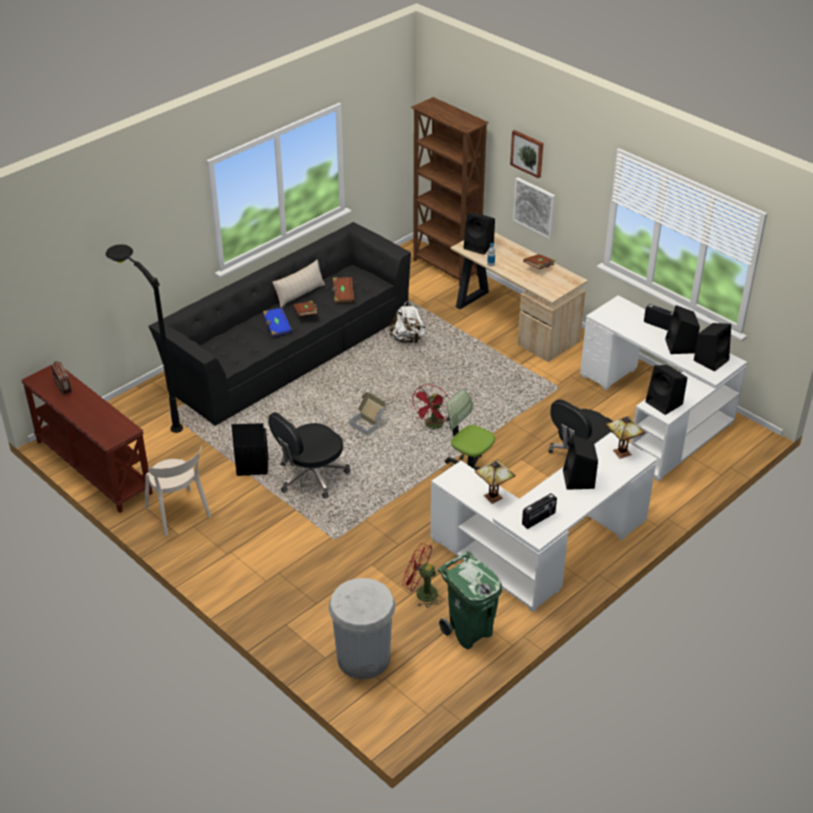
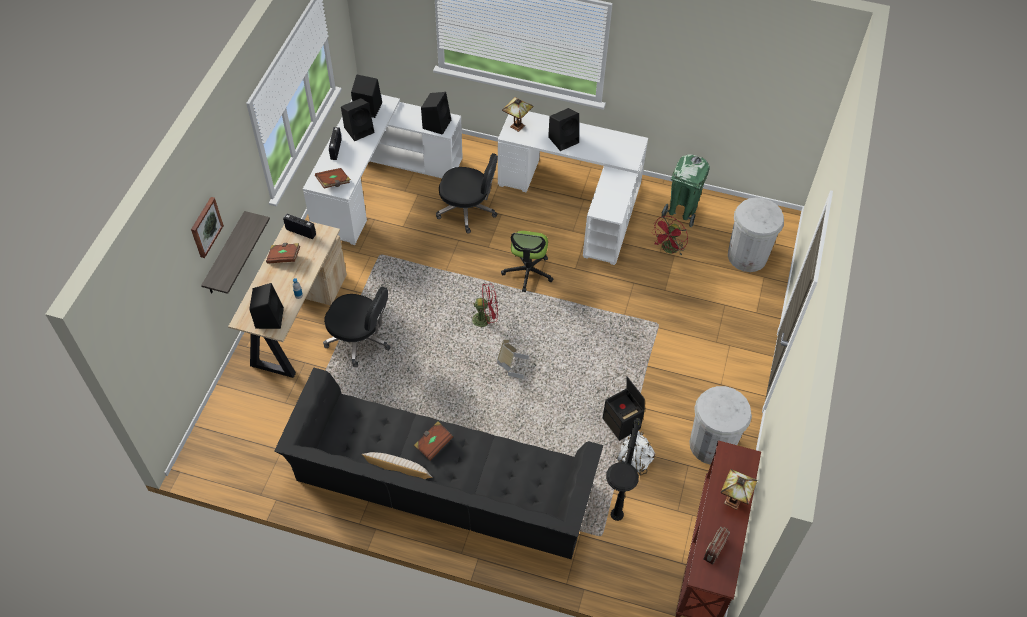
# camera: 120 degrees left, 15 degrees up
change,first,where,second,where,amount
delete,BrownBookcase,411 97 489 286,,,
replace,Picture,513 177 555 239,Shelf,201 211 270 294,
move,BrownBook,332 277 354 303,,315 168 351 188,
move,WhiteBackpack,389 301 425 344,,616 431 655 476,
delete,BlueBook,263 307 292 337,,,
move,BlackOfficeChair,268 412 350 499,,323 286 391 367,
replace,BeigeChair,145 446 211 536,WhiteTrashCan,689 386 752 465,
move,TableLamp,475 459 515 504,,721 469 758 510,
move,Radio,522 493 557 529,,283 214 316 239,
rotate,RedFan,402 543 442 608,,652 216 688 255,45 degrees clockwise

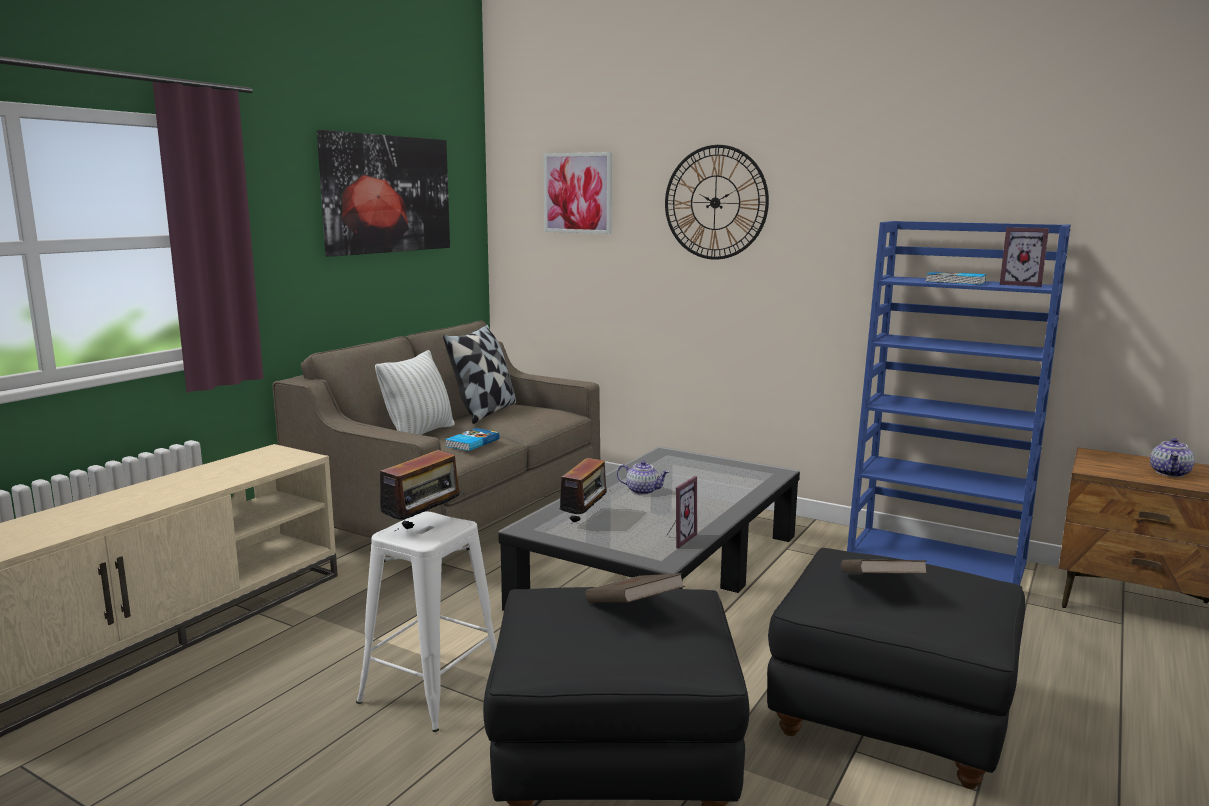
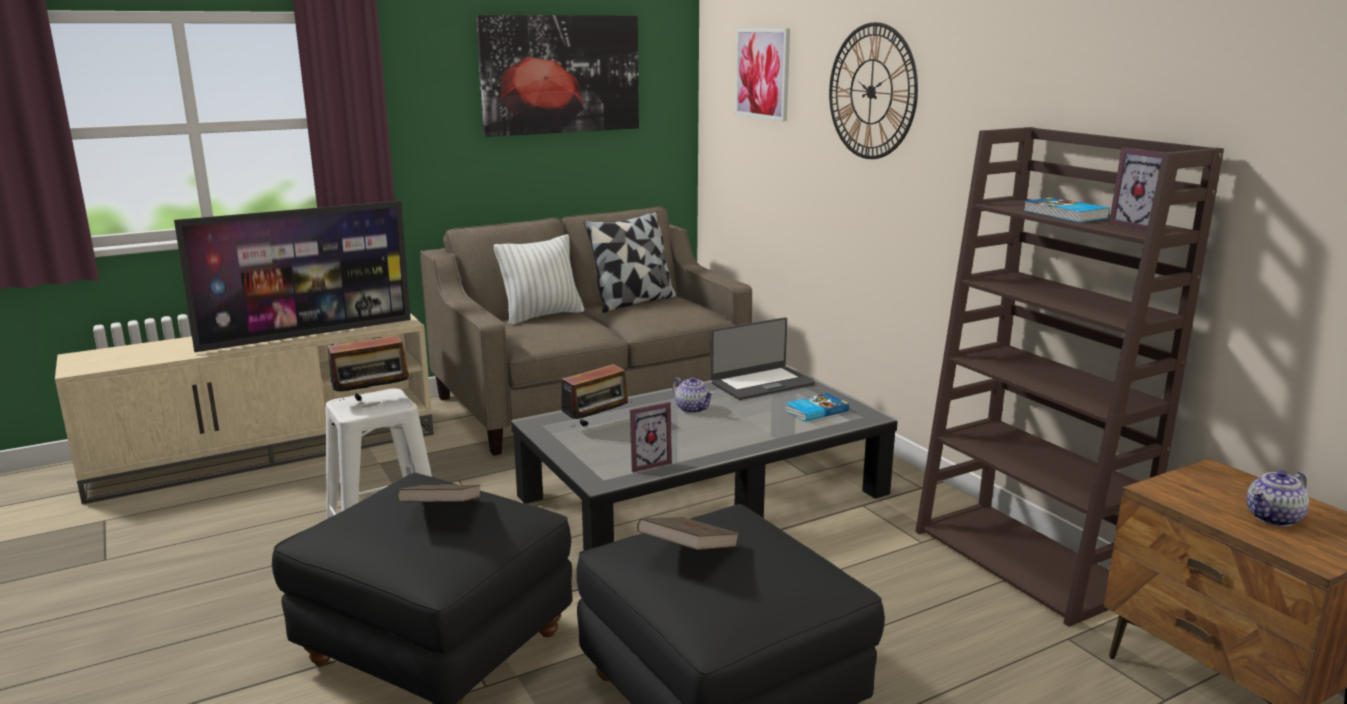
# camera: 30 degrees right, 5 degrees up
change,first,where,second,where,amount
recolor,BlueBookcase,847 221 1071 585,BrownBookcase,915 127 1224 627,
move,Book,445 428 500 451,,785 393 849 422,
insert,,,Television,174 201 411 352,
insert,,,Laptop,710 317 815 400,

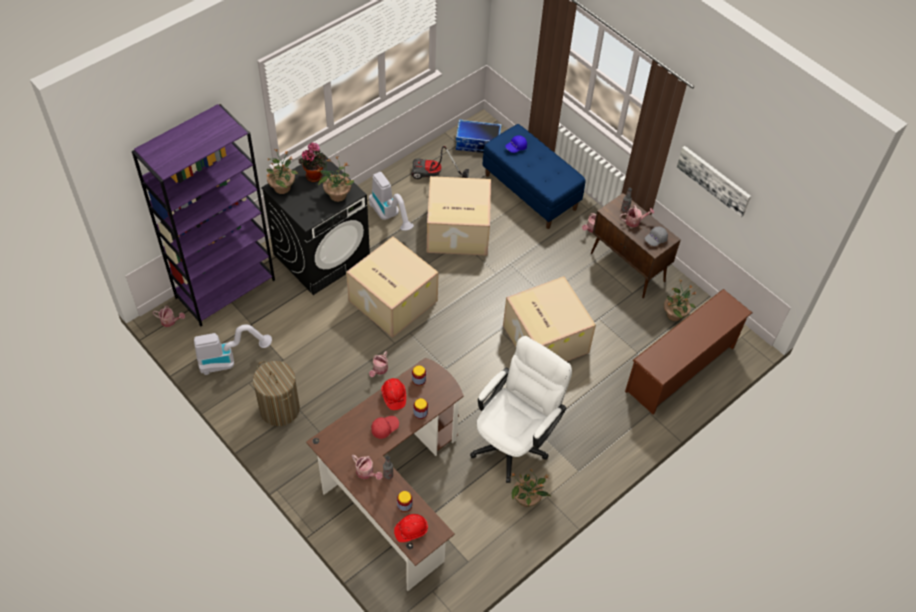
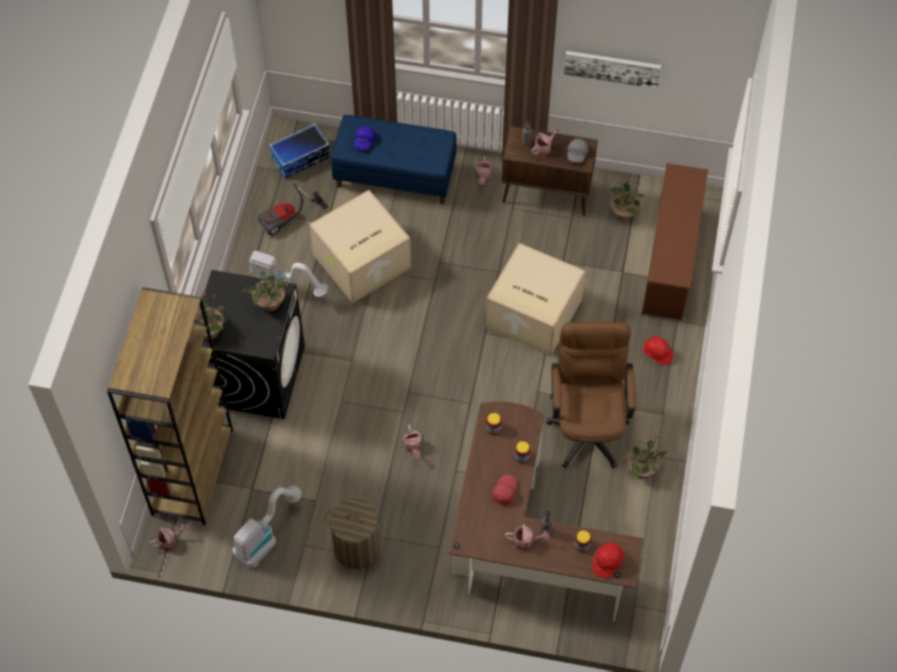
# camera: 35 degrees left, 5 degrees up
change,first,where,second,where,amount
recolor,PurpleBookcase,132 104 275 327,BrownBookcase,107 287 233 526,
delete,PottedPlant,299 142 327 182,,,
delete,CardboardBox,346 236 439 338,,,
recolor,WhiteOfficeChair,470 336 572 483,BrownOfficeChair,546 321 636 469,
move,RedHardHat,381 378 406 410,,643 337 673 366,

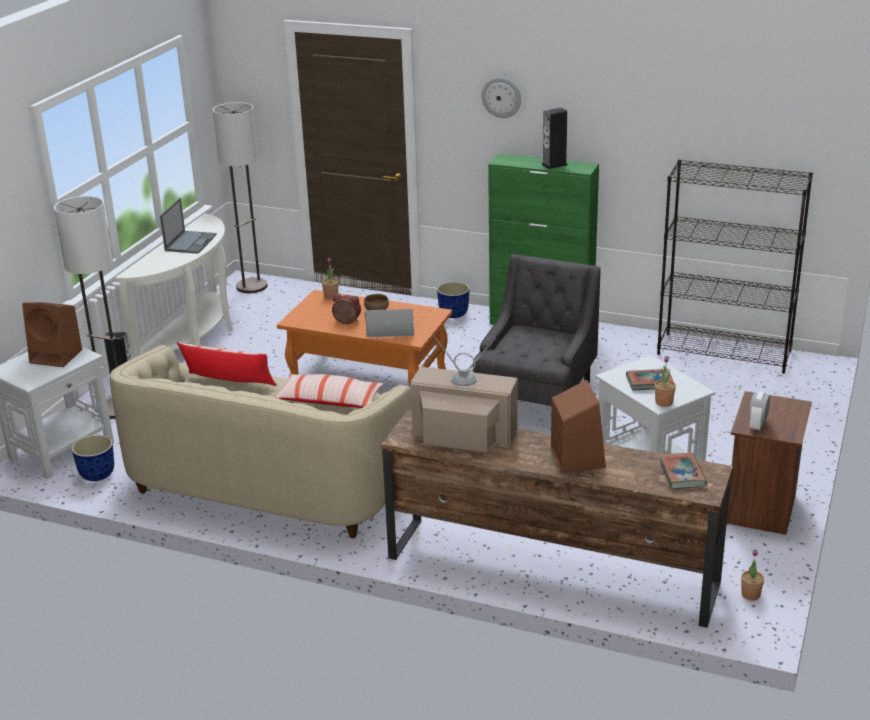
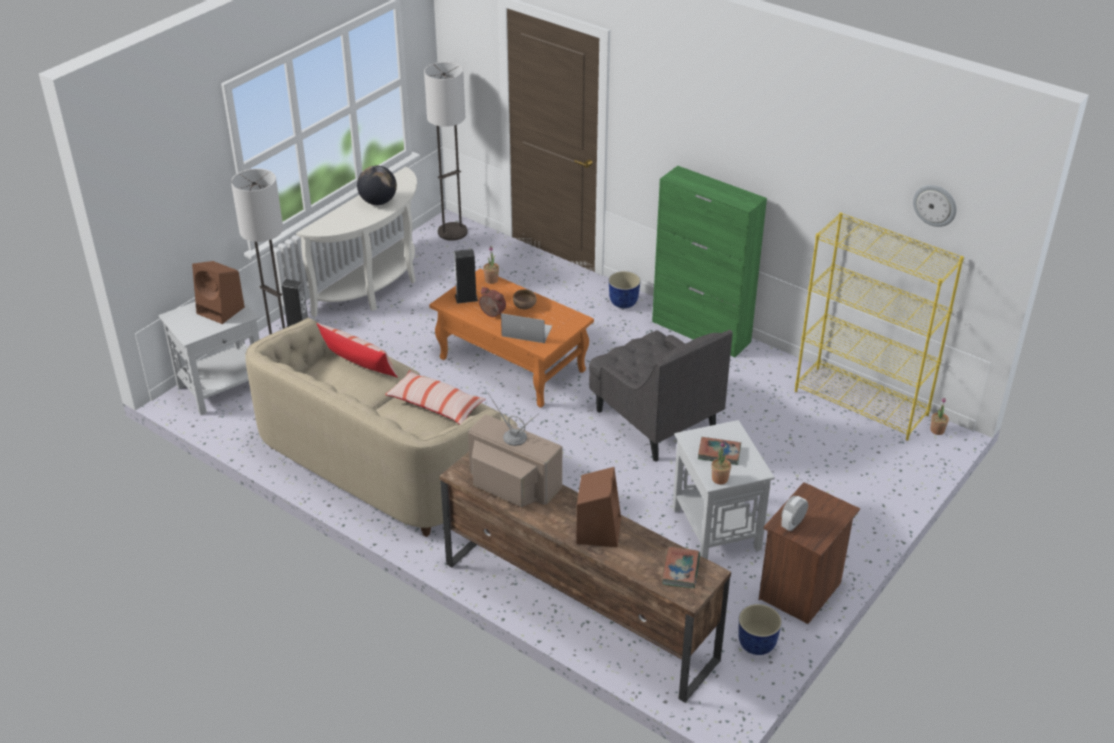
# camera: 15 degrees right, 10 degrees up
change,first,where,second,where,amount
move,WallClock,481 77 521 118,,913 185 956 227,
move,Speaker,541 107 567 169,,454 249 478 304,
recolor,BlackBookcase,657 159 813 373,YellowBookcase,795 212 964 441,
replace,Laptop,160 198 217 254,Globe,357 165 397 205,
rotate,GreyArmchair,473 254 601 406,,589 330 733 462,105 degrees clockwise
move,Planter,71 435 114 481,,738 604 782 655,
move,PottedPlant,741 549 764 600,,930 398 949 435,

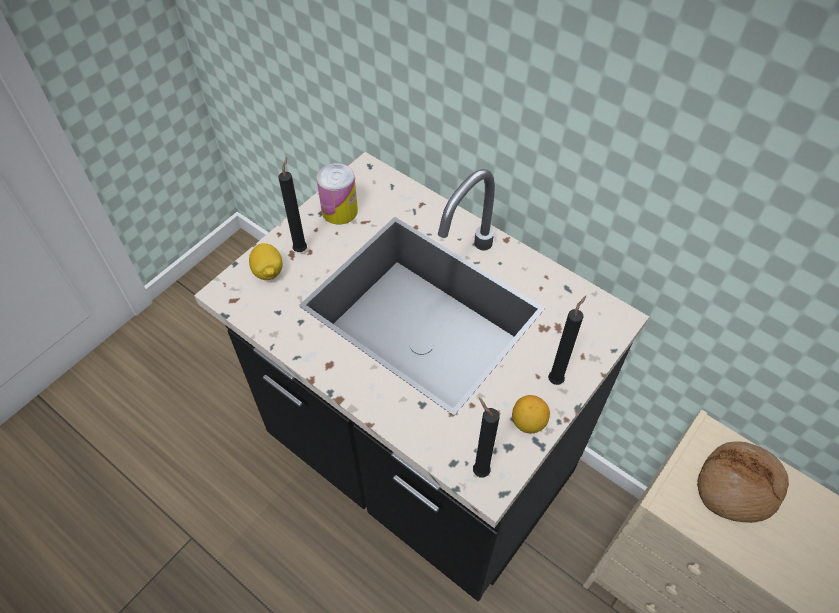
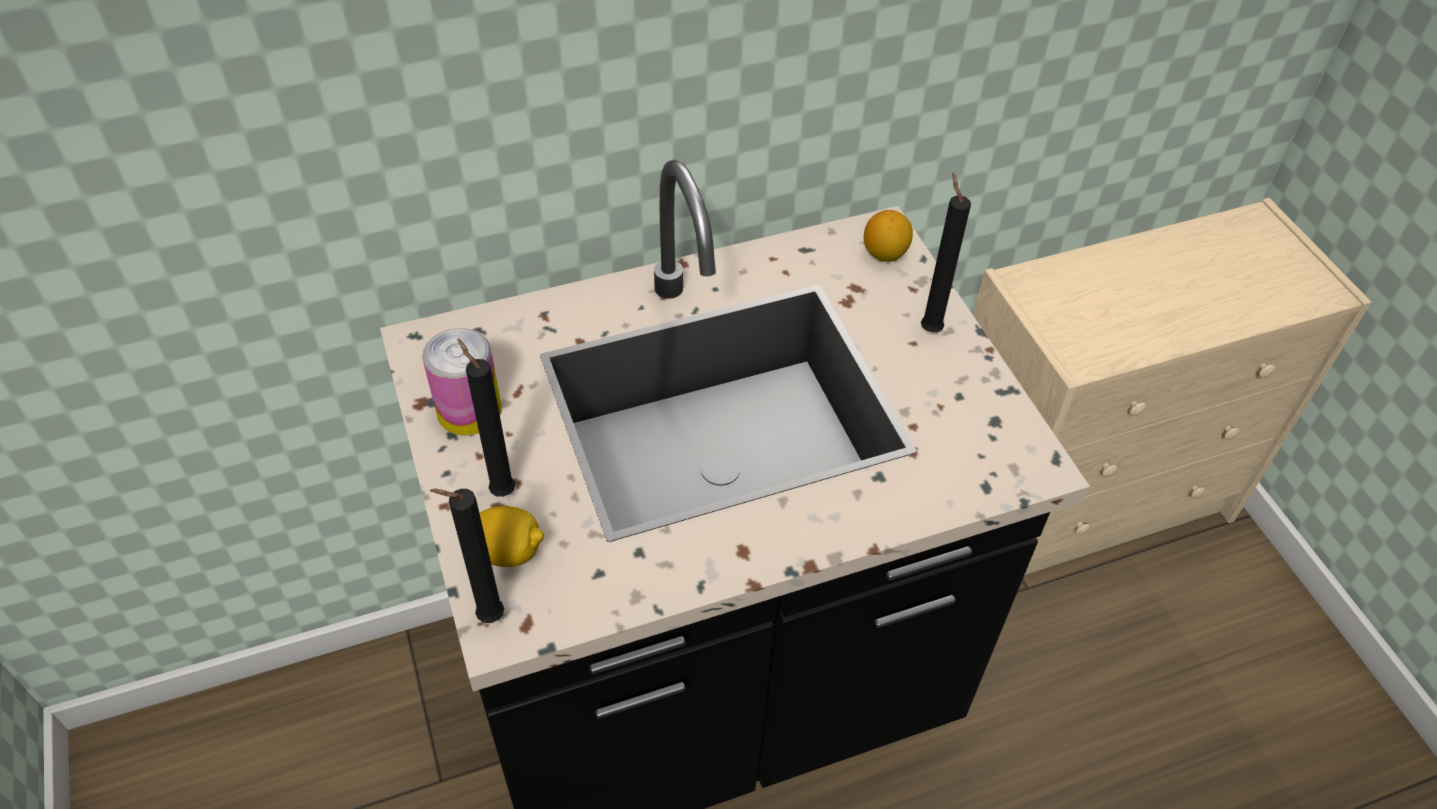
# camera: 60 degrees left, 5 degrees down
change,first,where,second,where,amount
move,Lemon,512 395 550 433,,864 210 913 262,
move,BlackCandle,473 397 500 477,,430 489 504 623,
delete,Bread,697 441 789 523,,,

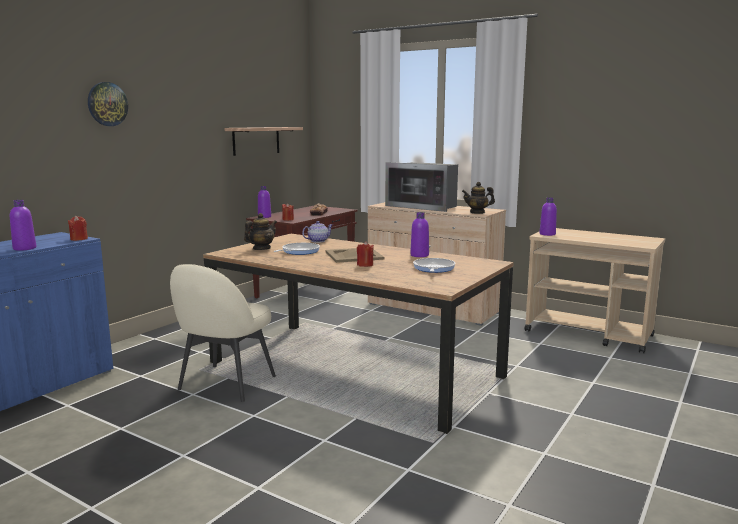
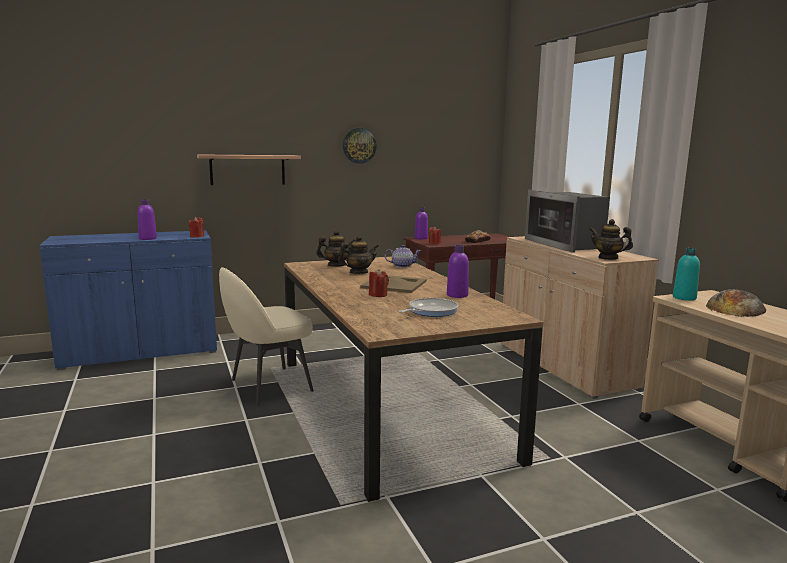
# camera: 35 degrees right, 0 degrees up
change,first,where,second,where,amount
move,WallClock,88 82 128 126,,343 128 377 164,
move,Shelf,224 127 303 156,,197 154 301 185,
recolor,PurpleBottle,539 197 557 236,TurquoiseBottle,673 248 700 301,
replace,FryingPan,274 243 320 255,Teapot,338 235 379 274,
insert,,,Bread,706 289 767 317,

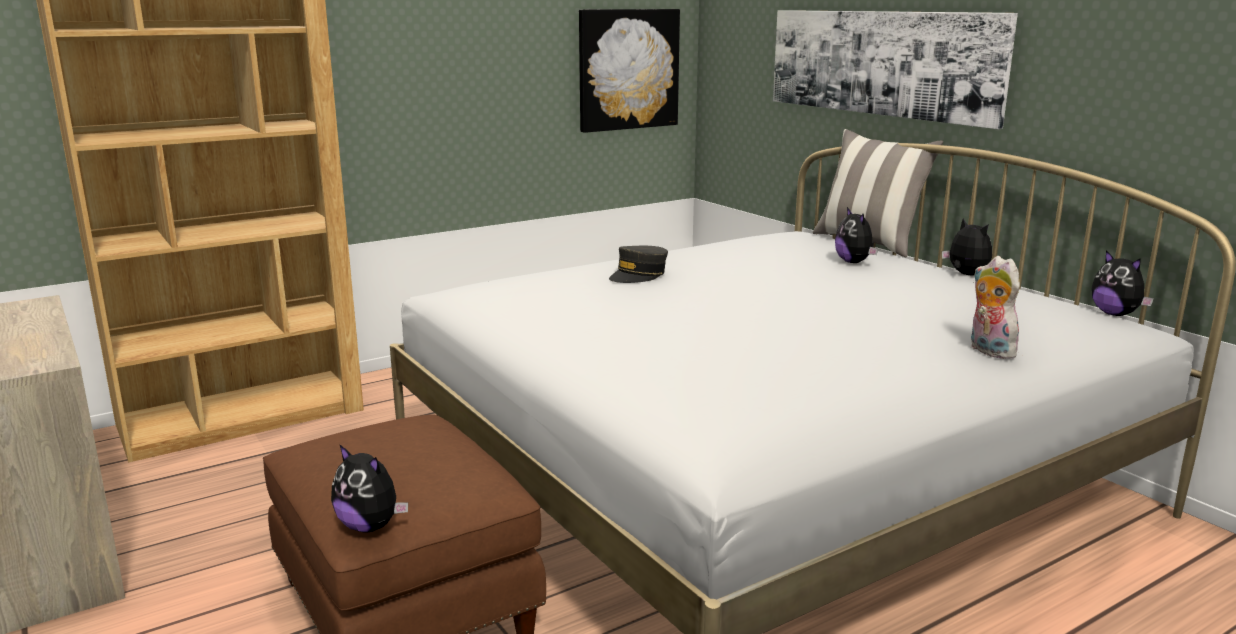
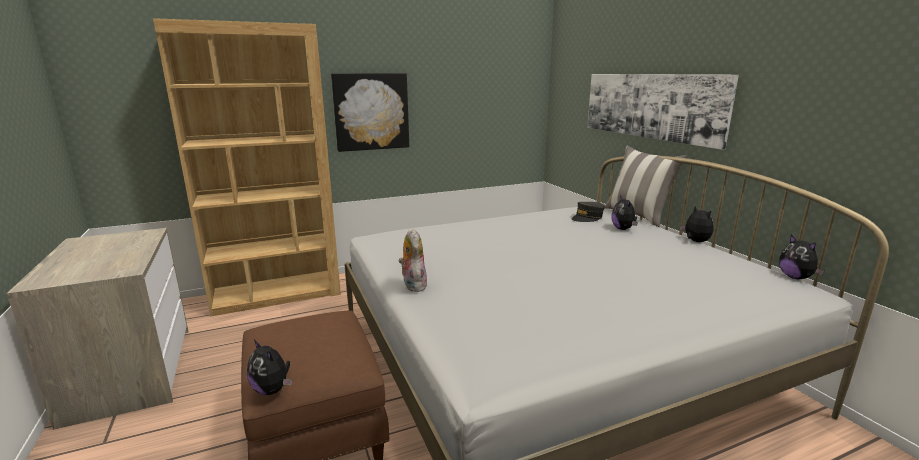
# camera: 10 degrees right, 0 degrees up
change,first,where,second,where,amount
move,Picture,579 9 680 133,,331 73 409 152,
move,GreyCap,609 246 668 283,,572 202 605 222,
move,PlushToy,971 256 1023 359,,399 227 427 292,

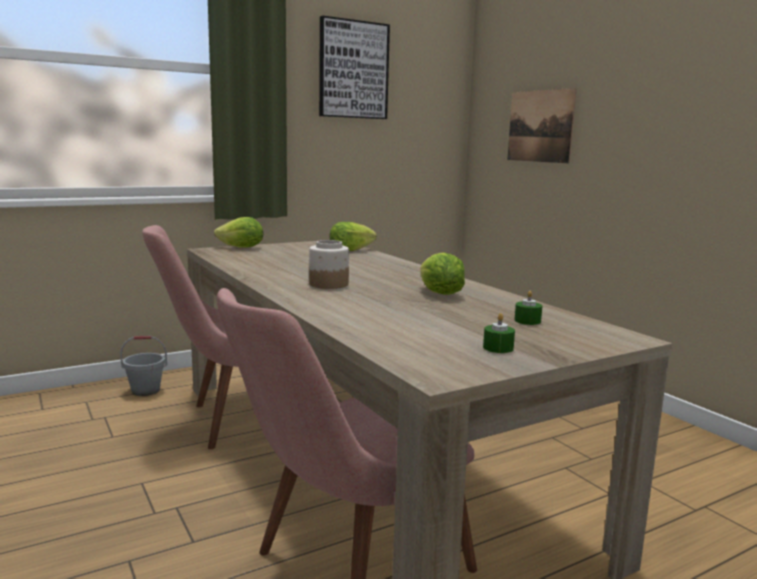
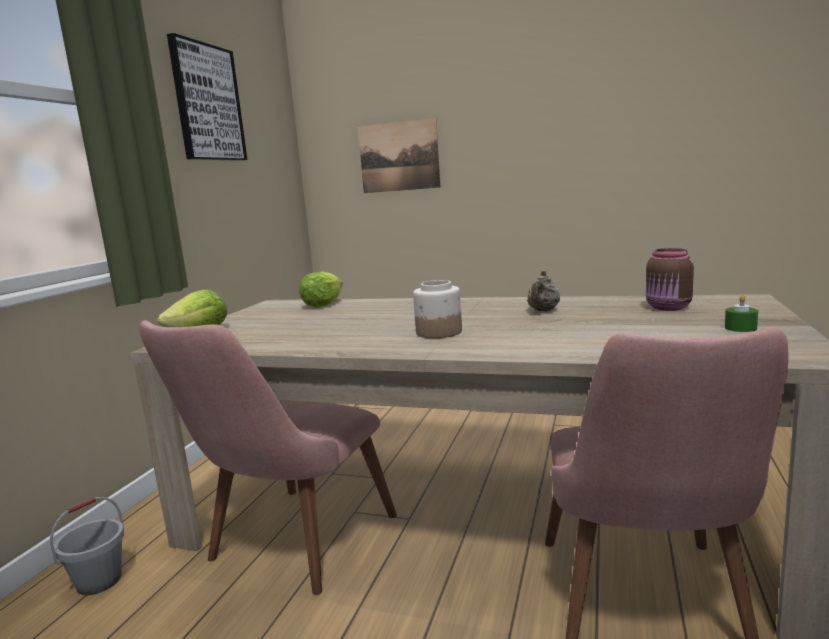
# camera: 40 degrees left, 0 degrees up
change,first,where,second,where,amount
replace,Lettuce,420 253 465 295,BeigeTeapot,527 270 560 311,
replace,GreenCandle,514 291 542 325,BrownJar,646 248 694 311,

